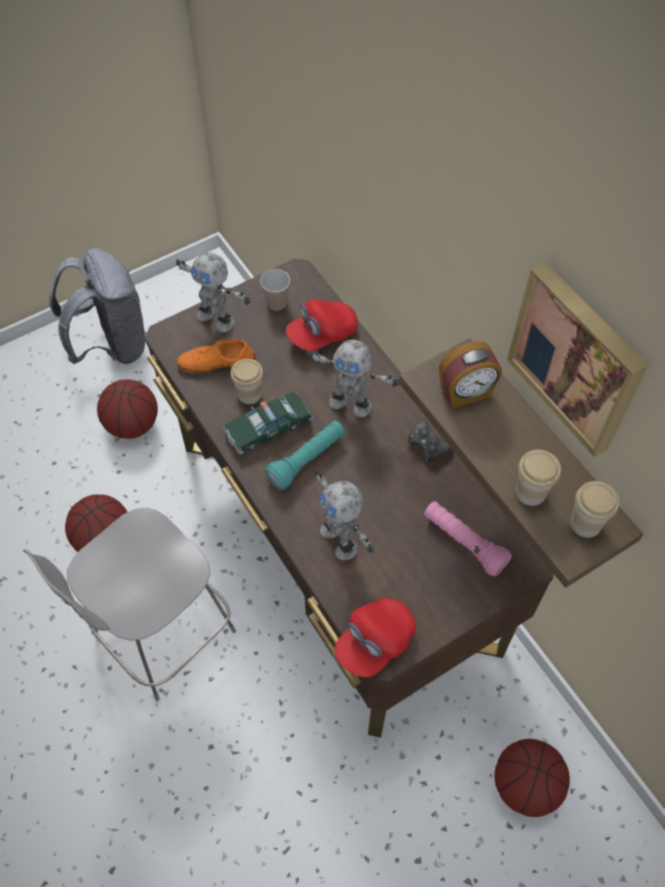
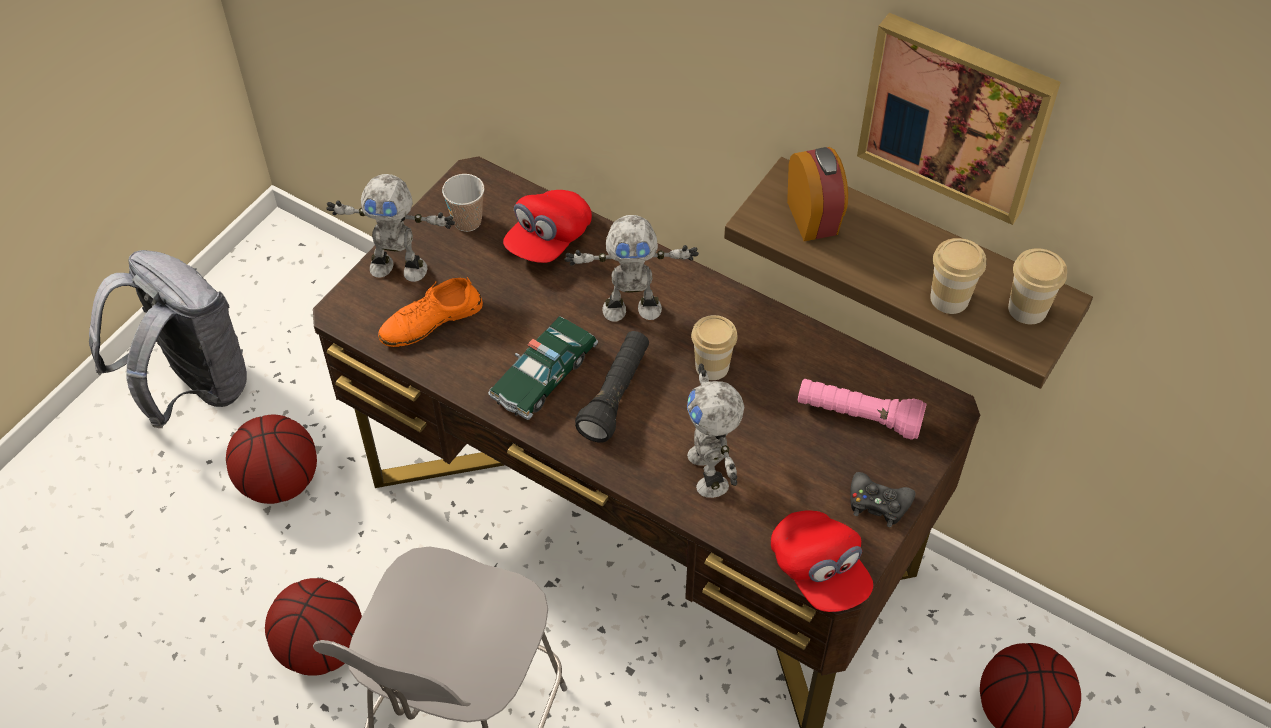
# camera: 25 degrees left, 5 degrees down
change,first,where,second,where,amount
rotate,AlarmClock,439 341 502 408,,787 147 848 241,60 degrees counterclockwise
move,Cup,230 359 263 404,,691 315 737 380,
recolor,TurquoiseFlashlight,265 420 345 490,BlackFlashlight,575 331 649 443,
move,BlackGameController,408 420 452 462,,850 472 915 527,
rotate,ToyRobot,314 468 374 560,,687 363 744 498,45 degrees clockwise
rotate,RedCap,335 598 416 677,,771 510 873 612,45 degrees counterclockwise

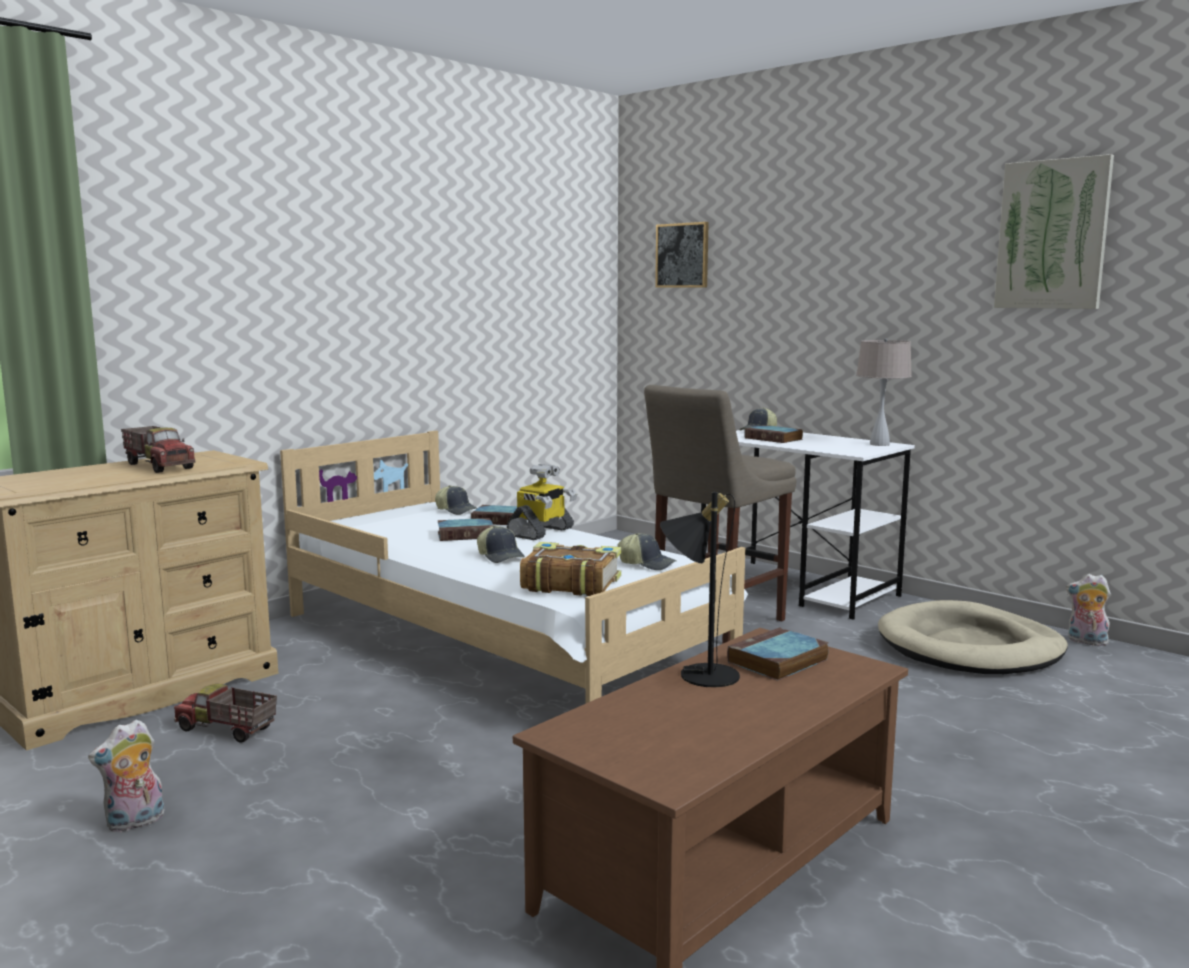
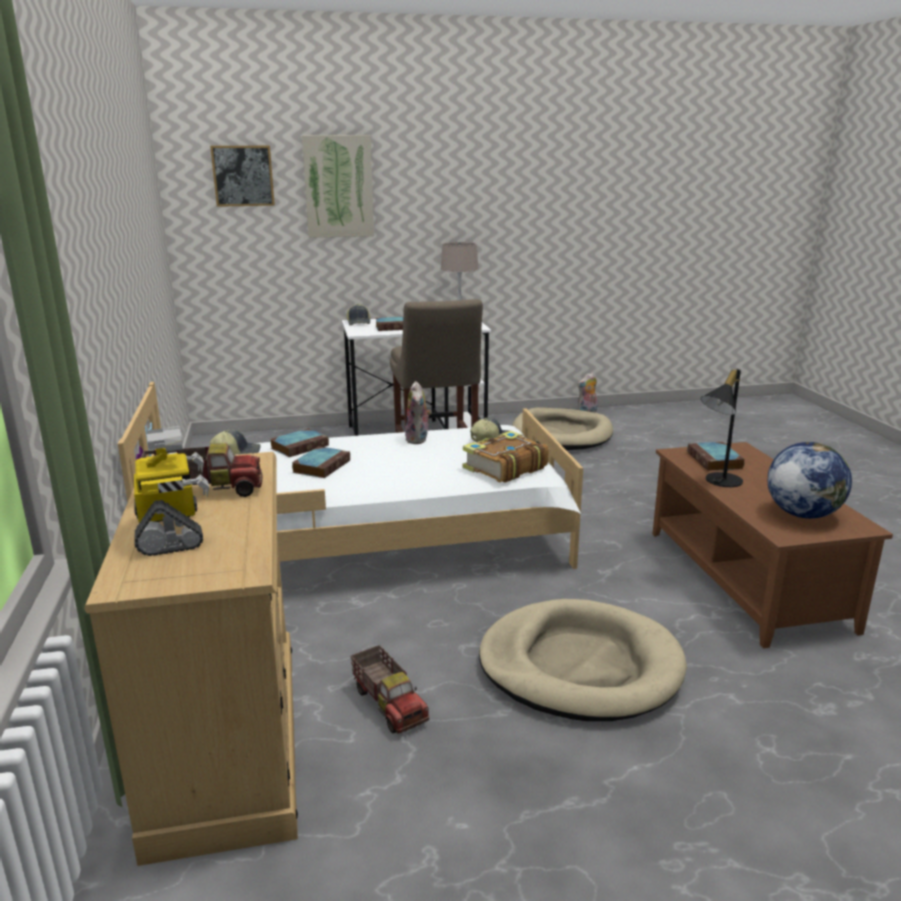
# camera: 55 degrees left, 10 degrees up
change,first,where,second,where,amount
move,Picture,994 154 1114 309,,302 135 374 238,
move,ToyRobot,507 464 577 540,,134 426 209 556,
delete,Cap,477 525 525 563,,,
rotate,ToyTruck,174 684 277 743,,351 645 429 733,90 degrees counterclockwise
move,PlushToy,88 719 165 832,,405 381 432 444,
insert,,,Globe,767 442 852 519,
insert,,,BeigeDogBed,479 599 687 721,

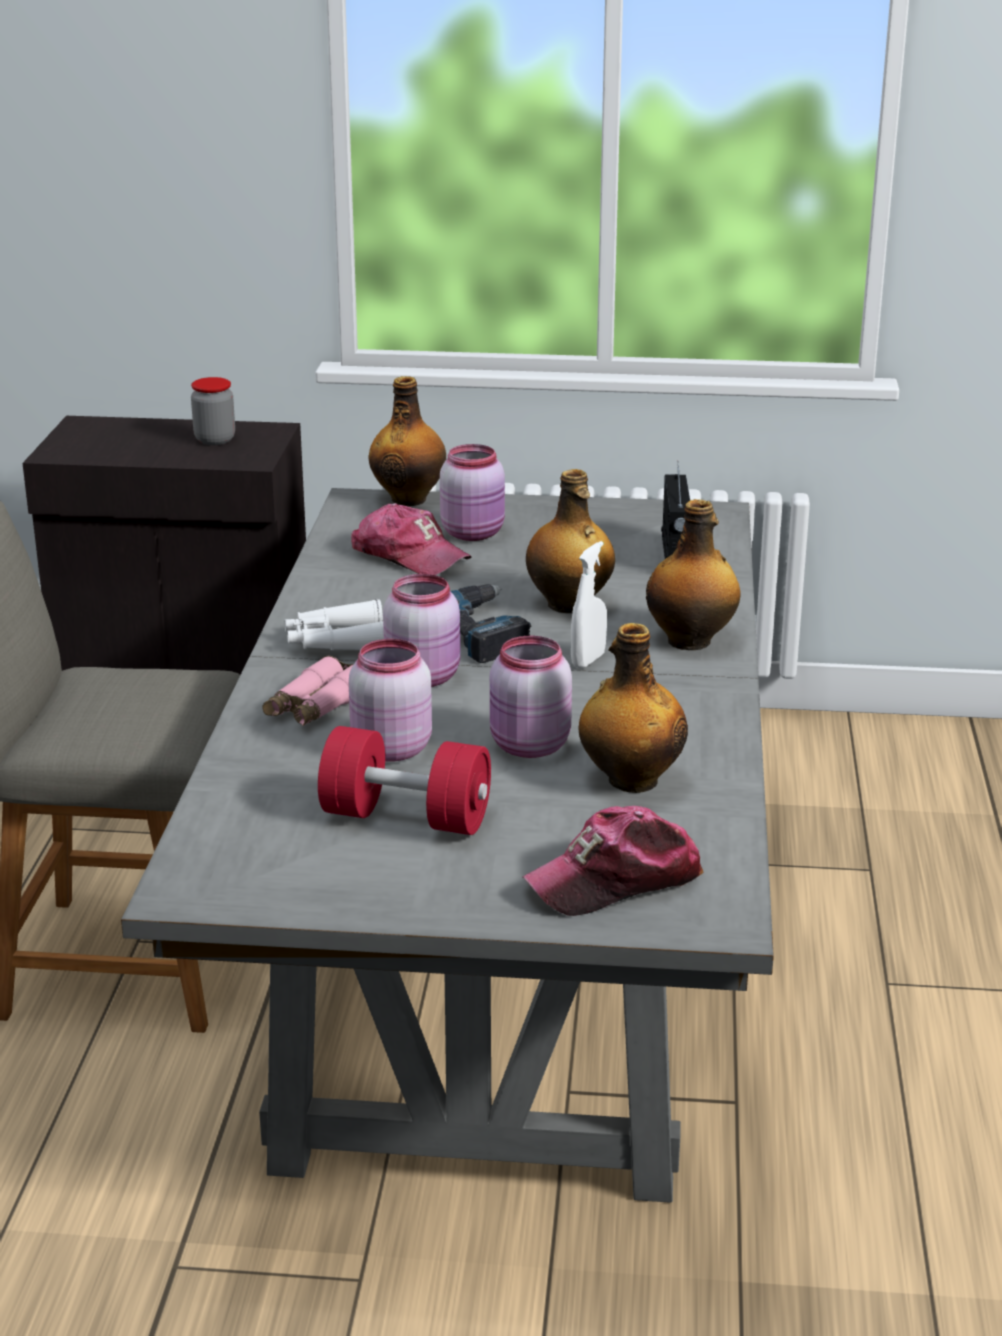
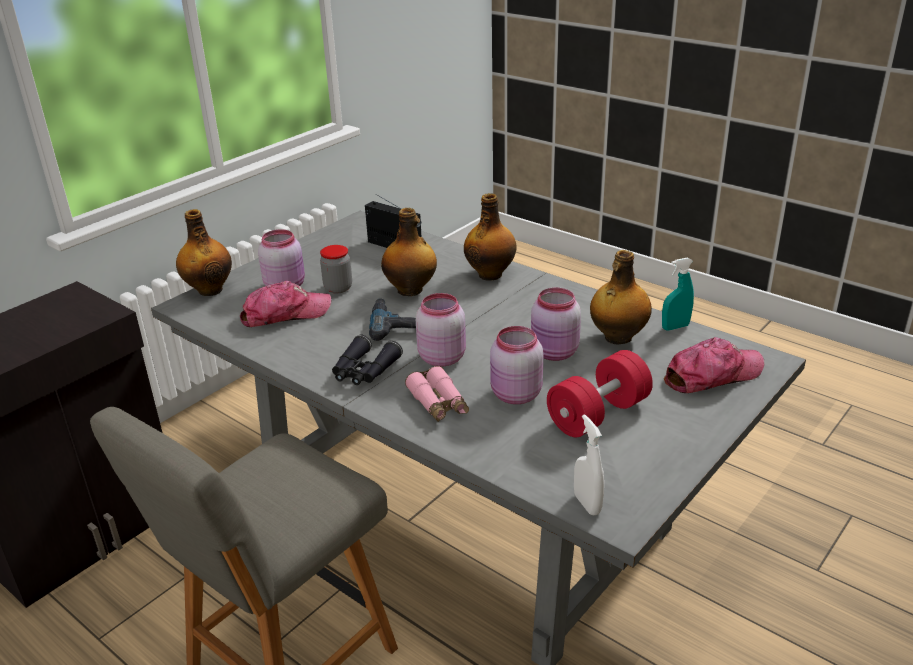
# camera: 55 degrees left, 5 degrees up
change,first,where,second,where,amount
move,Jar,191 377 235 445,,320 245 352 293,
move,WhiteSprayBottle,571 541 607 668,,574 414 604 516,
recolor,WhiteBinoculars,285 599 384 650,BlackBinoculars,332 335 403 385,
rotate,Cap,523 806 704 916,,664 337 764 393,120 degrees counterclockwise
insert,,,TurquoiseSprayBottle,662 257 694 331,

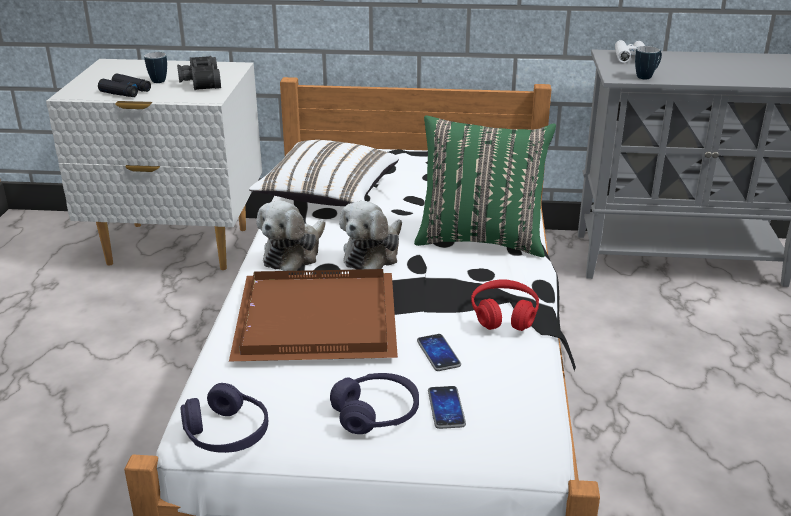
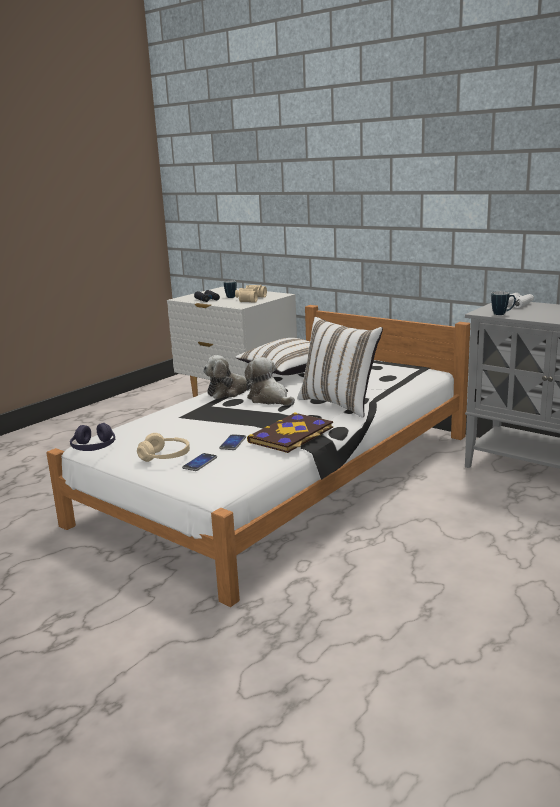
# camera: 35 degrees right, 10 degrees down
change,first,where,second,where,amount
recolor,BlackBinoculars,177 56 221 90,BeigeBinoculars,235 285 267 303,
recolor,GreenPillow,414 115 556 257,WhitePillow,297 317 383 417,
rotate,PlushToy,339 201 402 270,,245 357 295 406,75 degrees clockwise
delete,BrownTray,229 269 398 361,,,
replace,RedHeadphones,471 279 539 331,Book,247 412 333 453,
recolor,PurpleHeadphones,330 373 419 434,BeigeHeadphones,137 433 190 462,

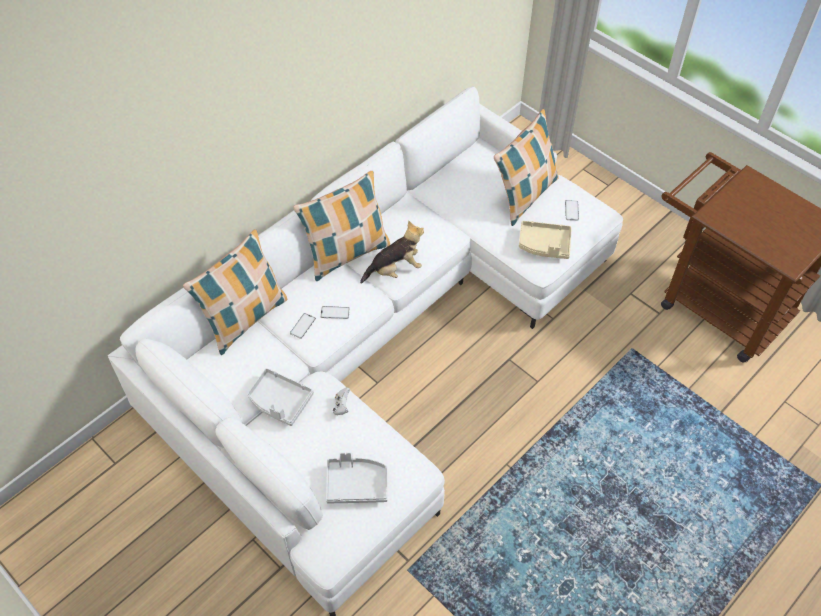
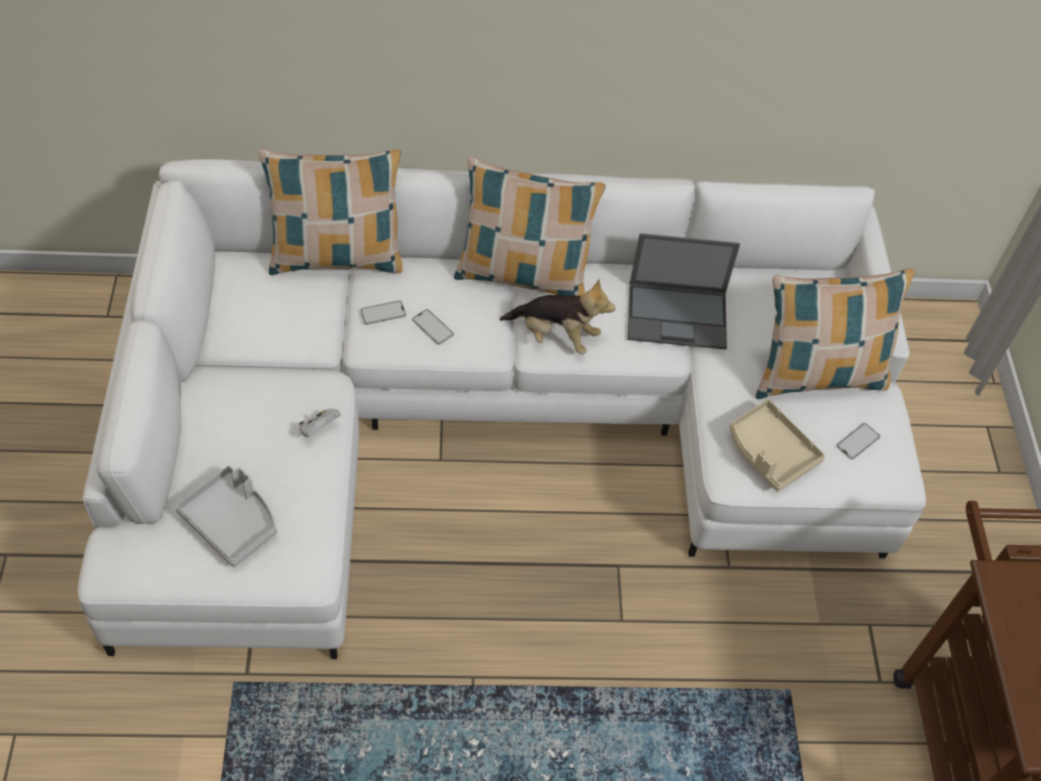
# camera: 40 degrees right, 0 degrees up
change,first,where,second,where,amount
delete,GreyTray,247 368 314 426,,,
insert,,,Laptop,628 233 740 349,

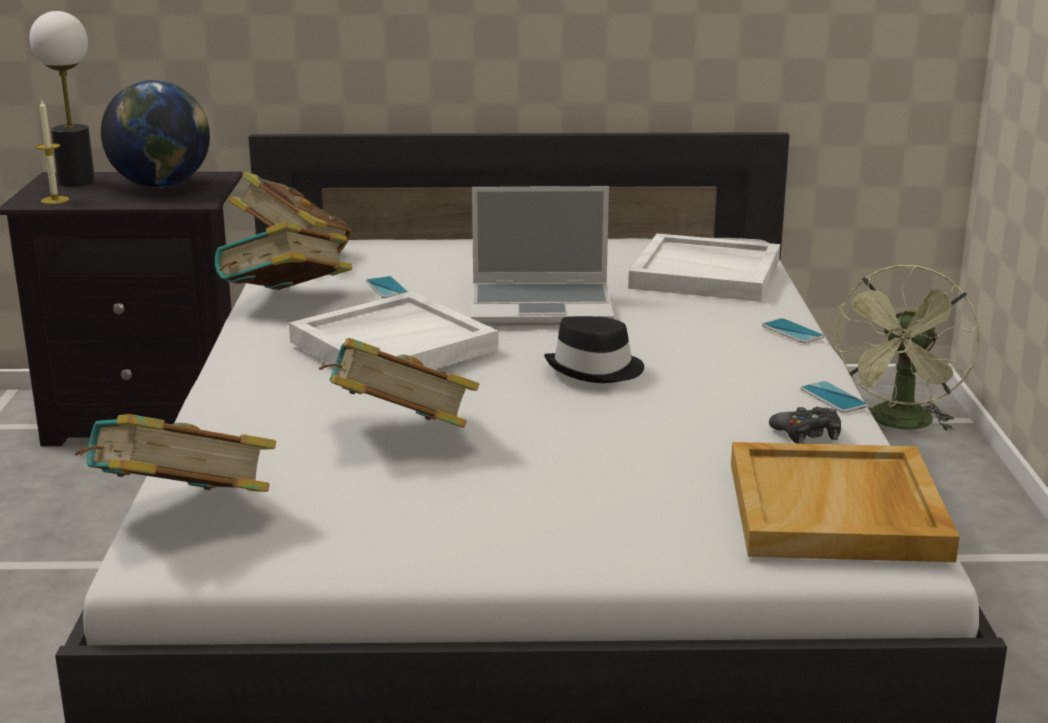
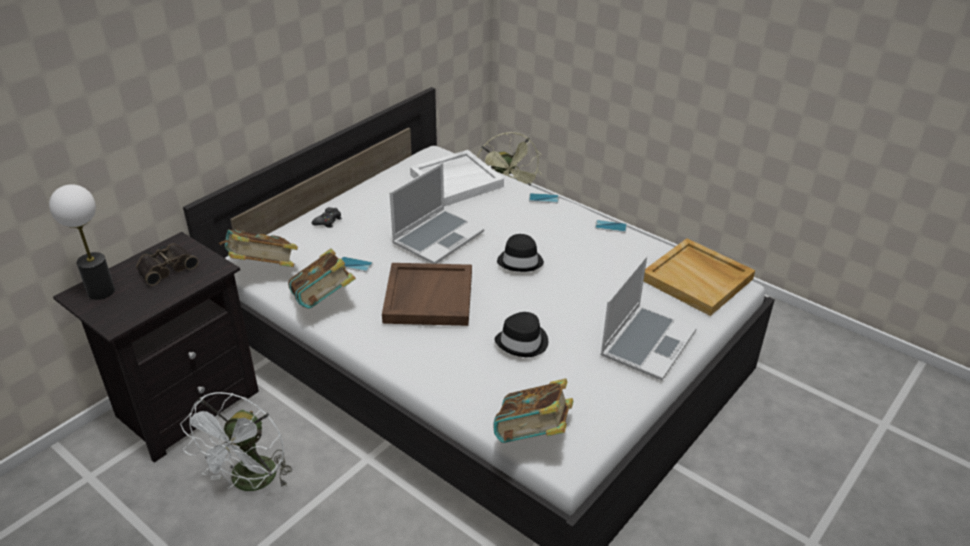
# camera: 50 degrees left, 15 degrees up
change,first,where,second,where,amount
replace,Globe,101 80 210 188,Binoculars,136 243 199 286,
delete,Candle,36 100 69 204,,,
recolor,WhiteTray,289 292 499 370,BrownTray,382 263 472 326,
replace,Book,319 338 479 428,BlackHat,494 312 548 357,
move,BlackGameController,769 407 841 444,,312 207 342 228,
insert,,,Laptop,600 256 697 380,
insert,,,WhiteFan,180 392 292 491,

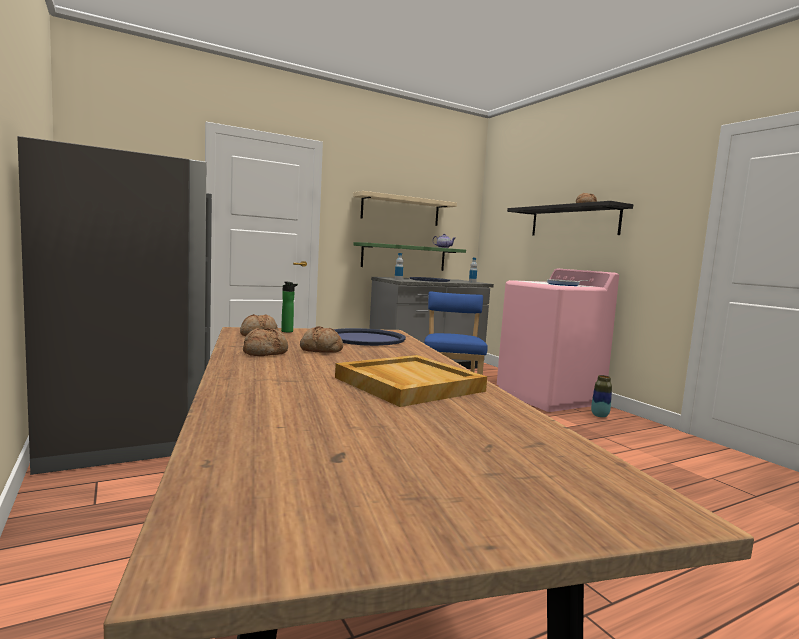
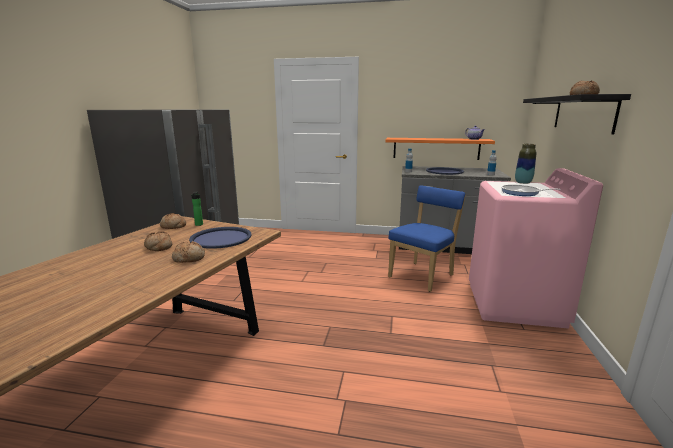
# camera: 40 degrees right, 10 degrees up
change,first,where,second,where,amount
delete,BeigeShelf,353 191 457 226,,,
recolor,GreenShelf,353 242 466 271,OrangeShelf,385 138 495 160,
move,Bread,243 328 288 356,,172 241 205 263,
delete,BeigeTray,335 355 487 407,,,
move,Vase,591 375 612 418,,515 144 537 184,

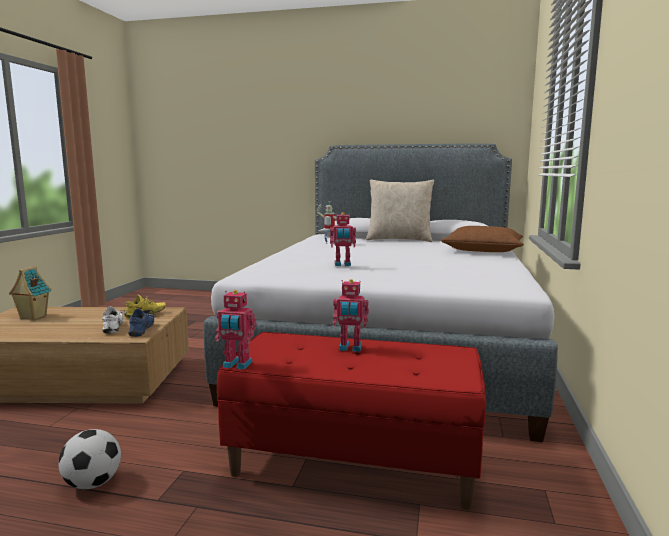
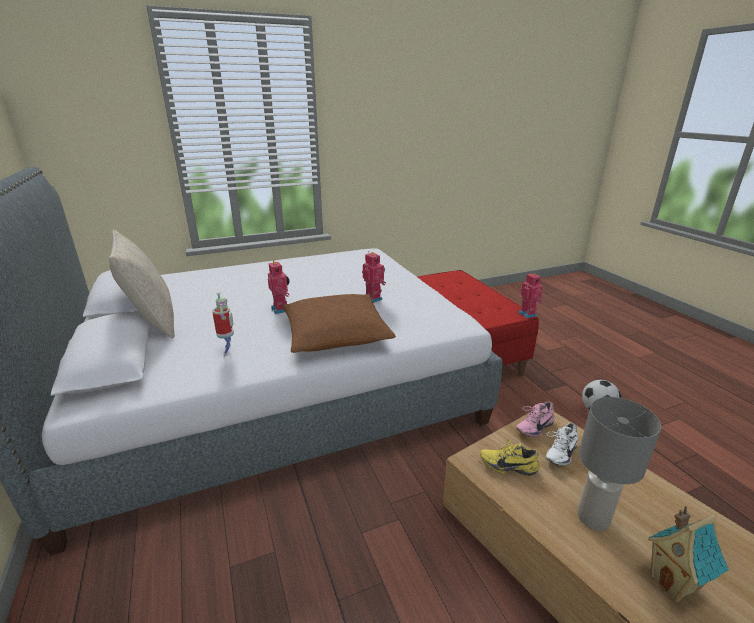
# camera: 125 degrees left, 15 degrees up
change,first,where,second,where,amount
move,BrownPillow,441 226 524 252,,282 294 396 353,
move,ToyRobot,333 279 369 352,,268 260 290 314,
recolor,BlueShoe,128 309 156 337,PinkShoe,516 402 555 437,
insert,,,GreyTableLamp,577 397 661 531,

